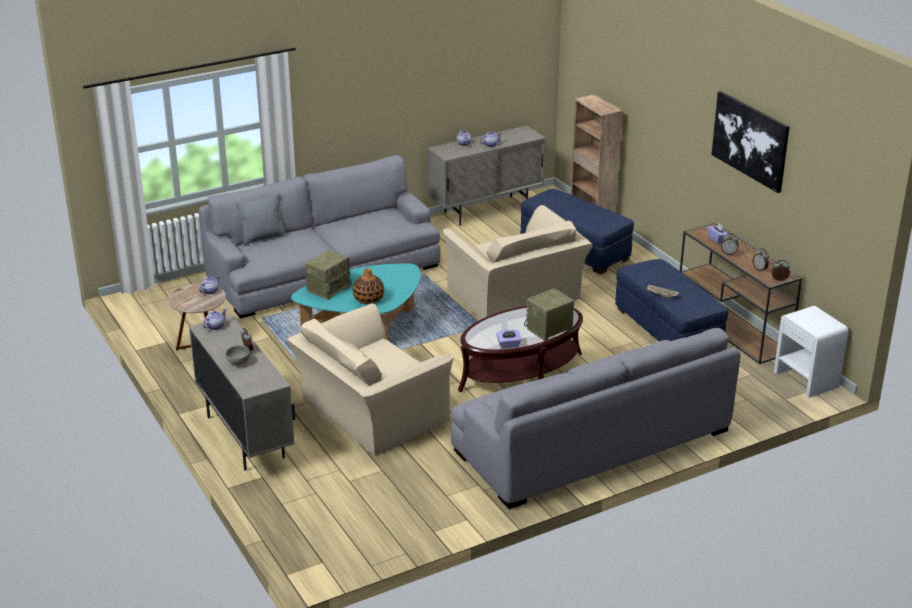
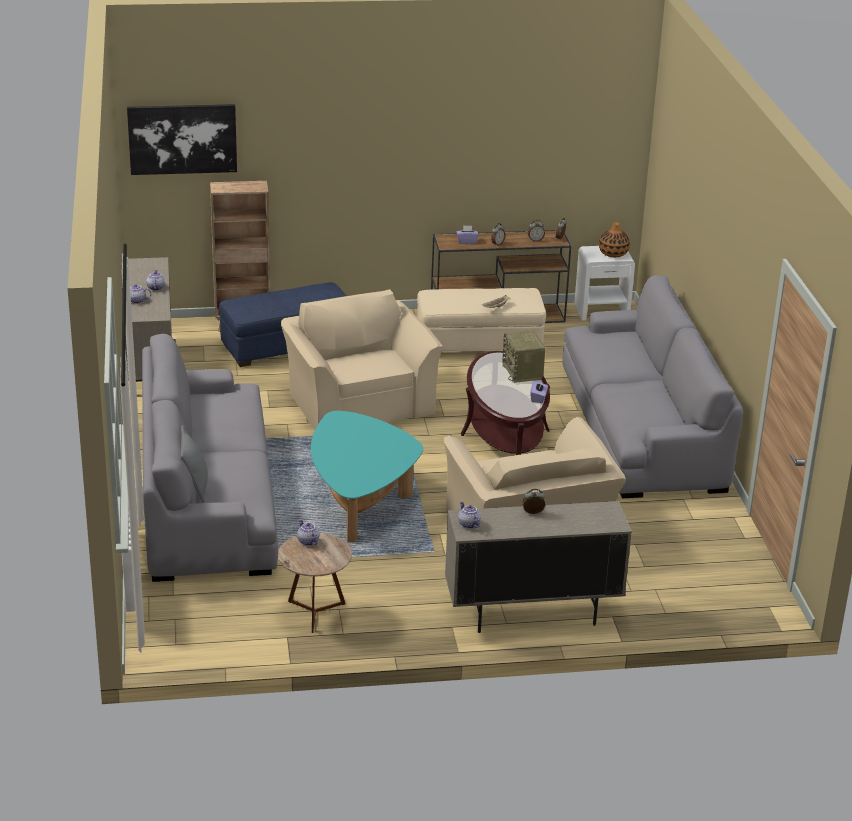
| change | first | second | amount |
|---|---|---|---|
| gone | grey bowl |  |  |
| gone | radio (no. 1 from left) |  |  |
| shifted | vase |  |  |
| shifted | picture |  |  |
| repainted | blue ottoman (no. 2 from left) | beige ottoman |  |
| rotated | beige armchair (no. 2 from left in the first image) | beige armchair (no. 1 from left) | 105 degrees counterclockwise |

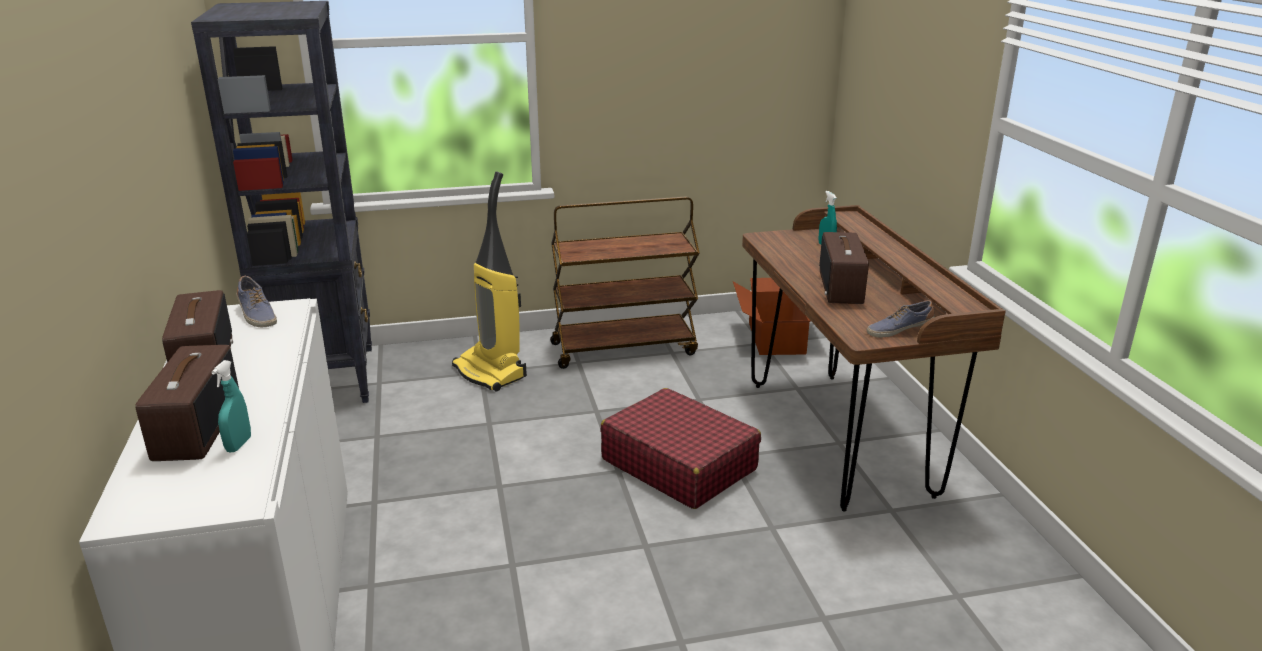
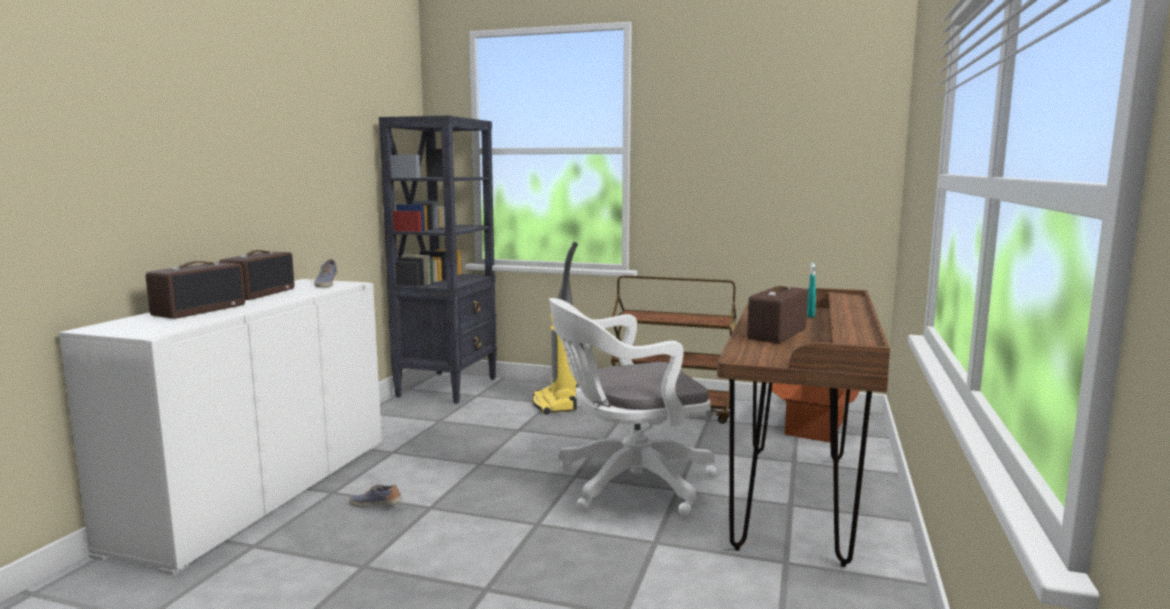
| change | first | second | amount |
|---|---|---|---|
| gone | turquoise spray bottle (no. 1 from left) |  |  |
| shifted | shoe (no. 2 from left) |  |  |
| swapped | red suitcase | white office chair |  |

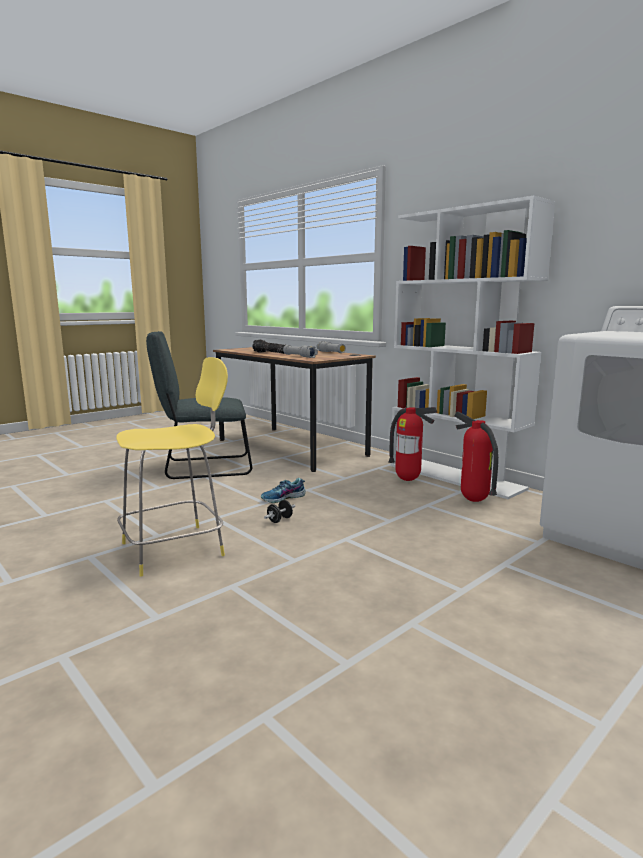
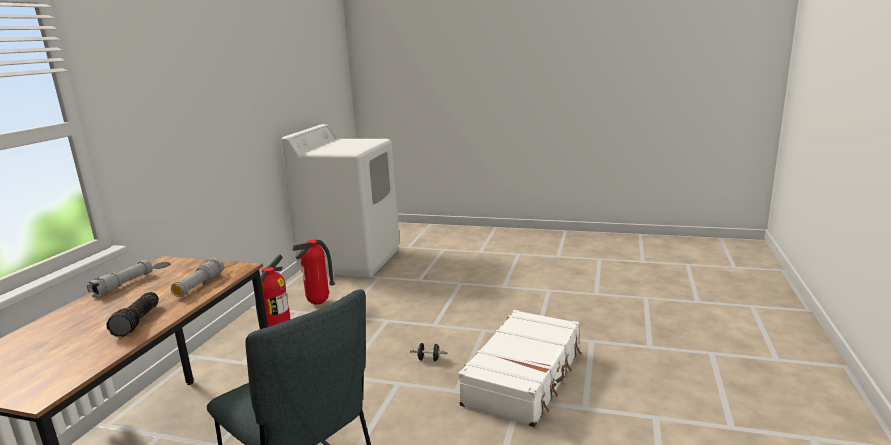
| change | first | second | amount |
|---|---|---|---|
| gone | shoe |  |  |
| gone | white bookcase |  |  |
| swapped | yellow stool | white suitcase |  |

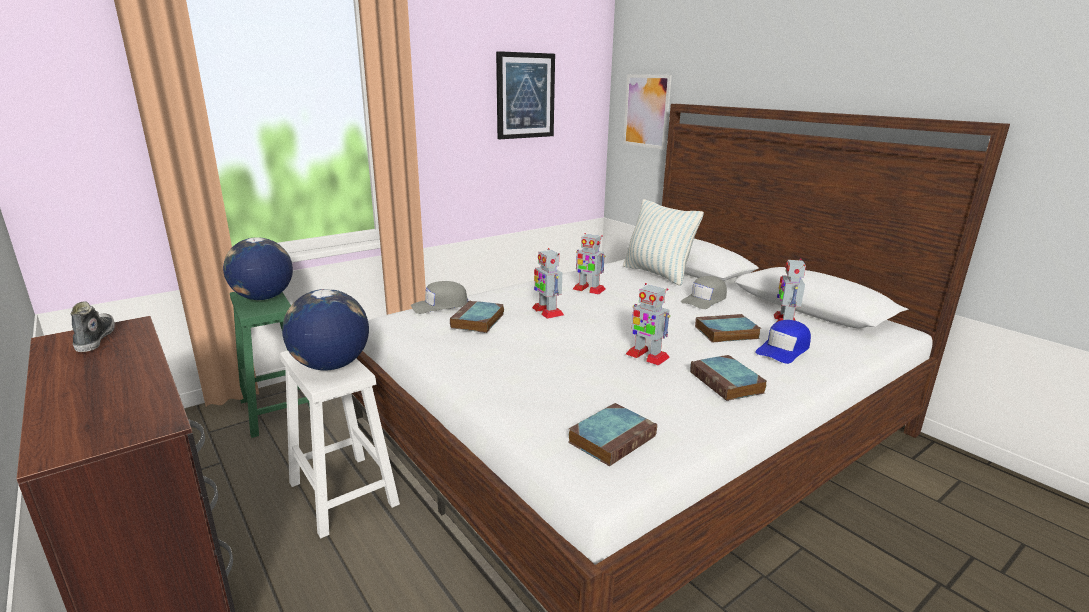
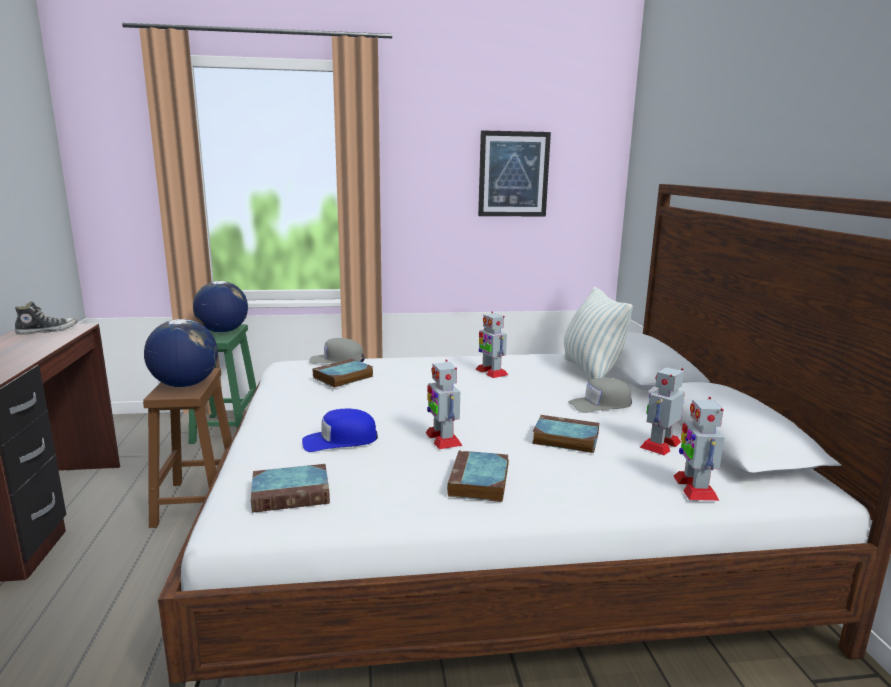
| change | first | second | amount |
|---|---|---|---|
| gone | picture (no. 2 from left) |  |  |
| shifted | toy robot (no. 1 from left in the first image) | toy robot (no. 4 from left) |  |
| shifted | blue cap |  |  |
| repainted | white stool | brown stool |  |
| rotated | shoe |  | 45 degrees clockwise |

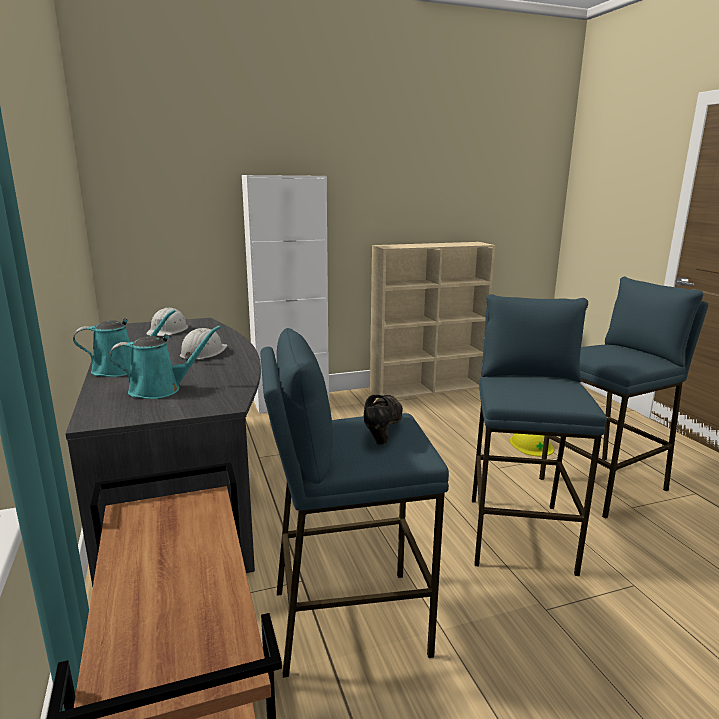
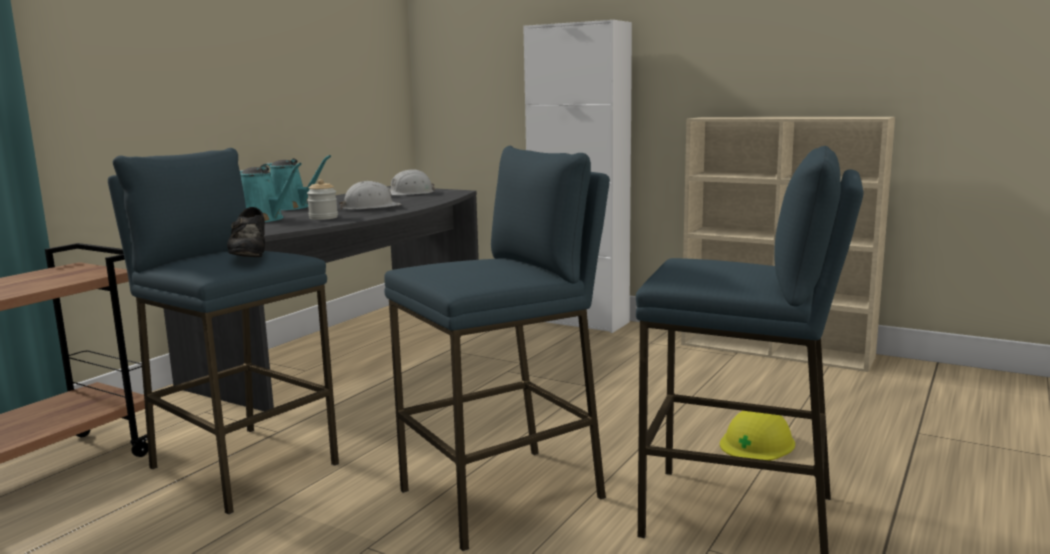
| change | first | second | amount |
|---|---|---|---|
| new |  | jar |  |
| rotated | black shoe |  | 105 degrees clockwise |

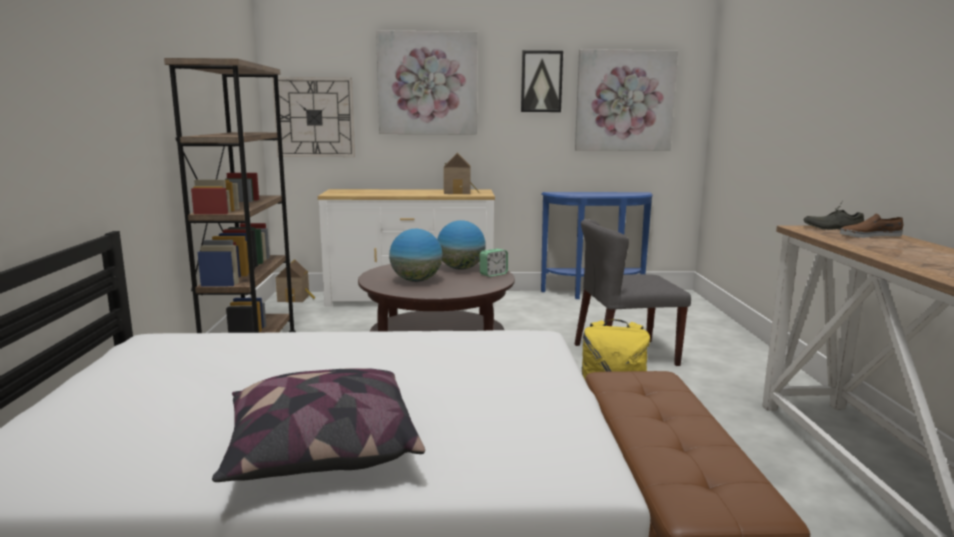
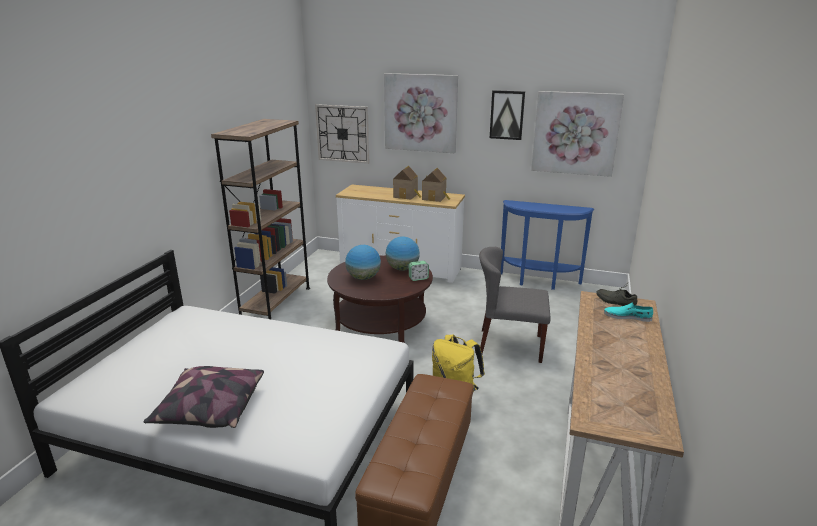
| change | first | second | amount |
|---|---|---|---|
| shifted | toy house (no. 1 from left) |  |  |
| repainted | brown shoe | turquoise shoe |  |

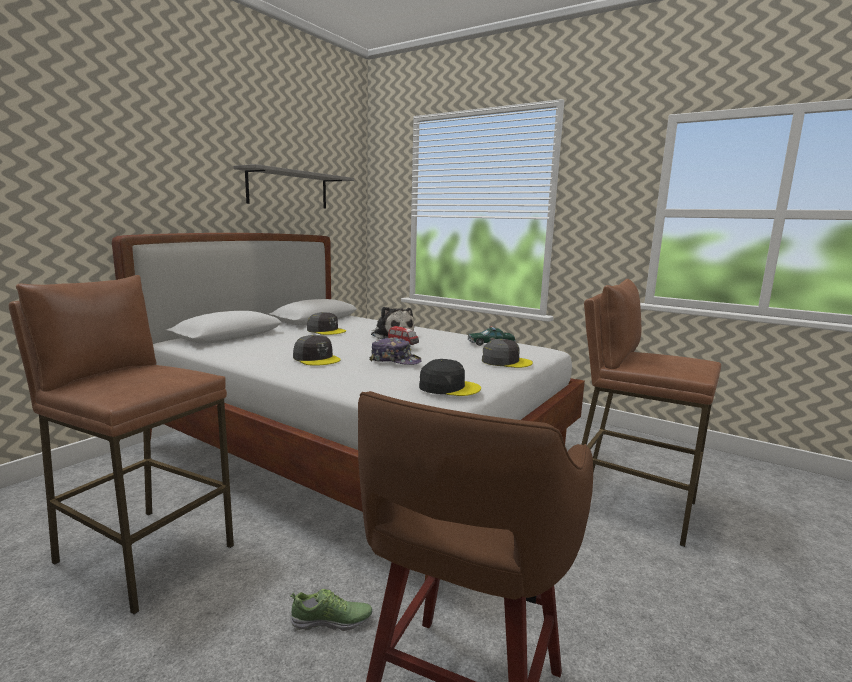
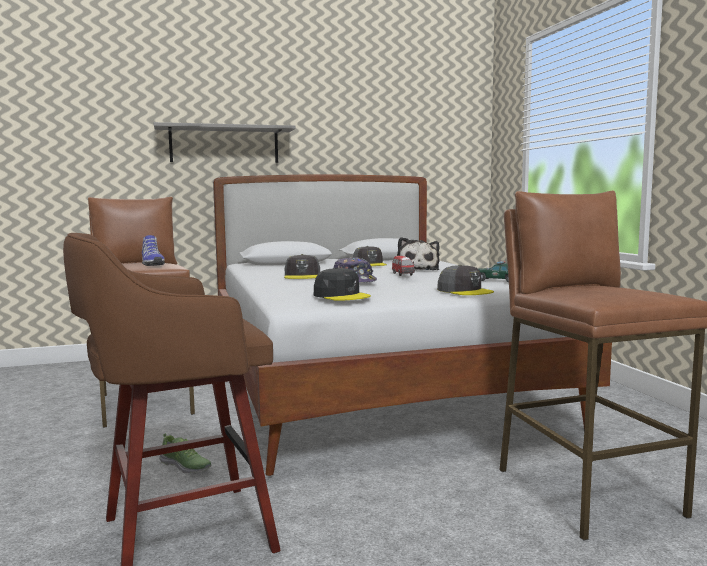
| change | first | second | amount |
|---|---|---|---|
| new |  | shoe (no. 1 from left) |  |
| shifted | grey shelf |  |  |

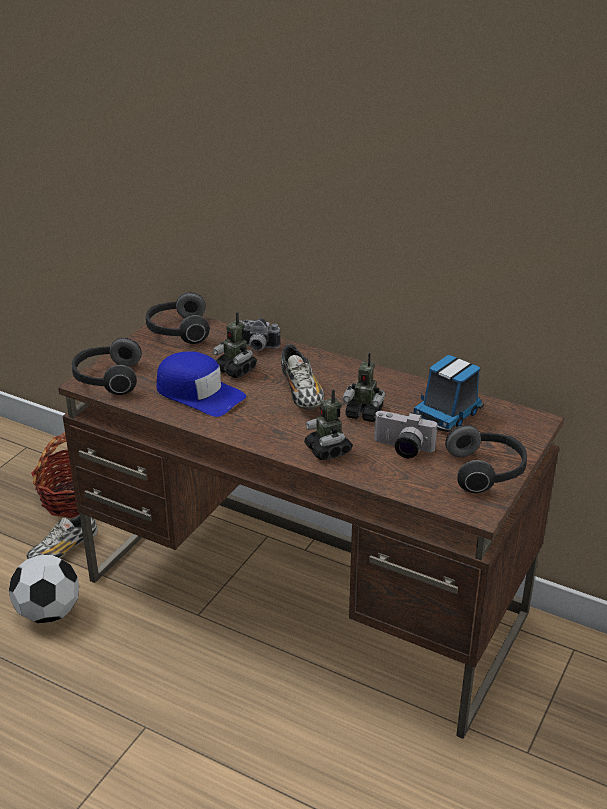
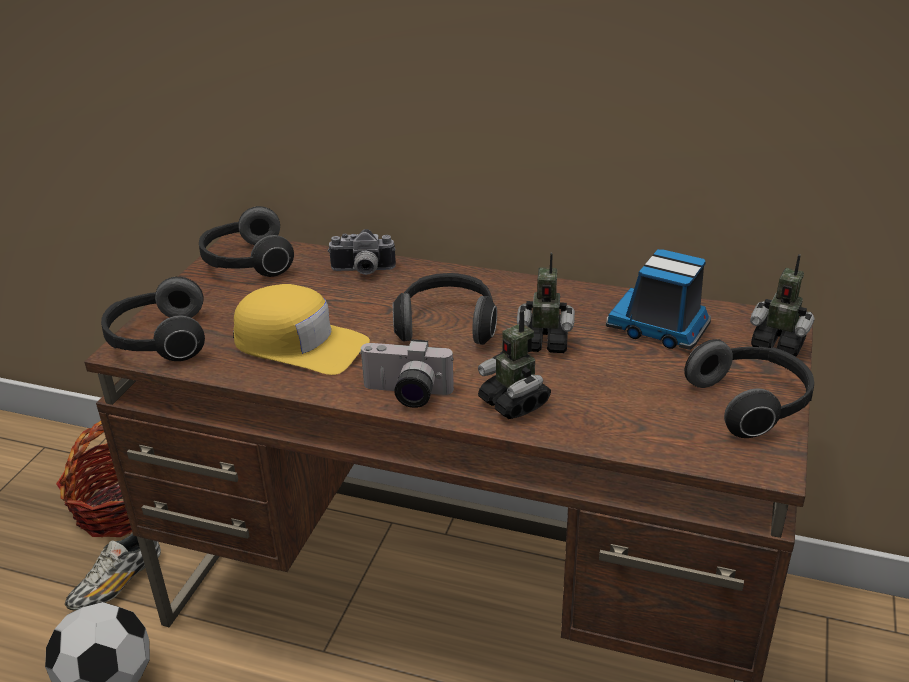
| change | first | second | amount |
|---|---|---|---|
| shifted | toy robot (no. 1 from left in the first image) | toy robot (no. 3 from left) |  |
| shifted | photo camera (no. 2 from left) |  |  |
| swapped | shoe (no. 2 from left) | headphones (no. 3 from left) |  |
| repainted | blue cap | yellow cap |  |
| rotated | toy truck |  | 90 degrees clockwise |

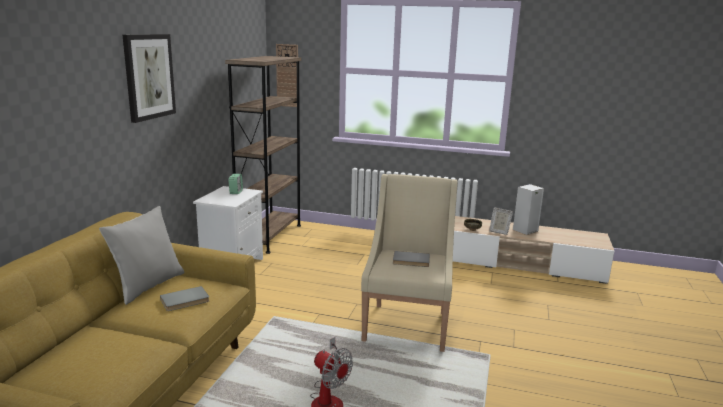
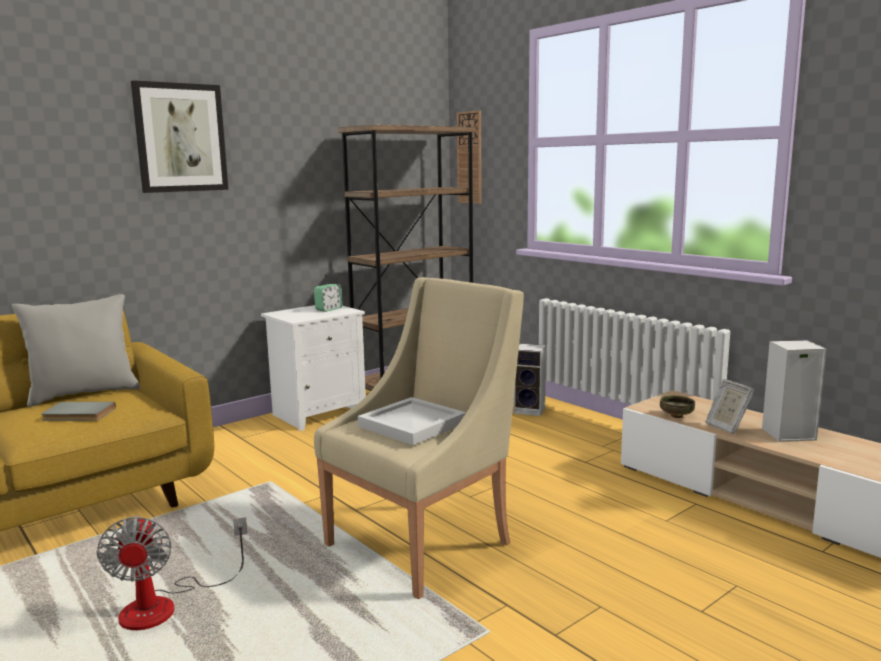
| change | first | second | amount |
|---|---|---|---|
| new |  | speaker (no. 1 from left) |  |
| swapped | grey book (no. 2 from left) | white tray |  |

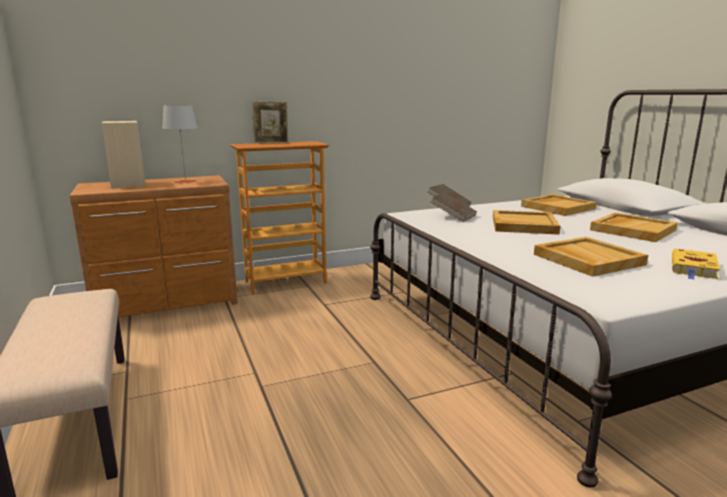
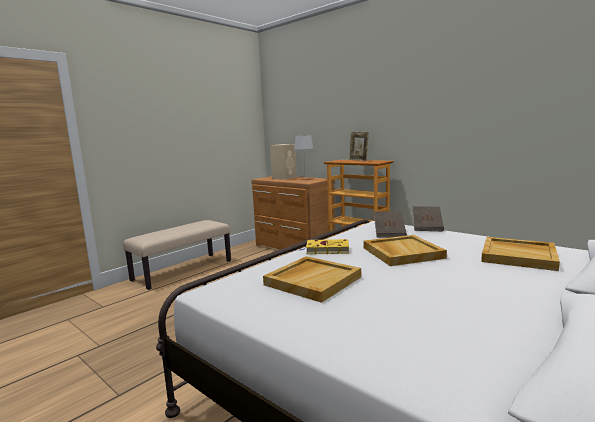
| change | first | second | amount |
|---|---|---|---|
| gone | beige tray (no. 4 from left) |  |  |
| shifted | yellow book |  |  |

